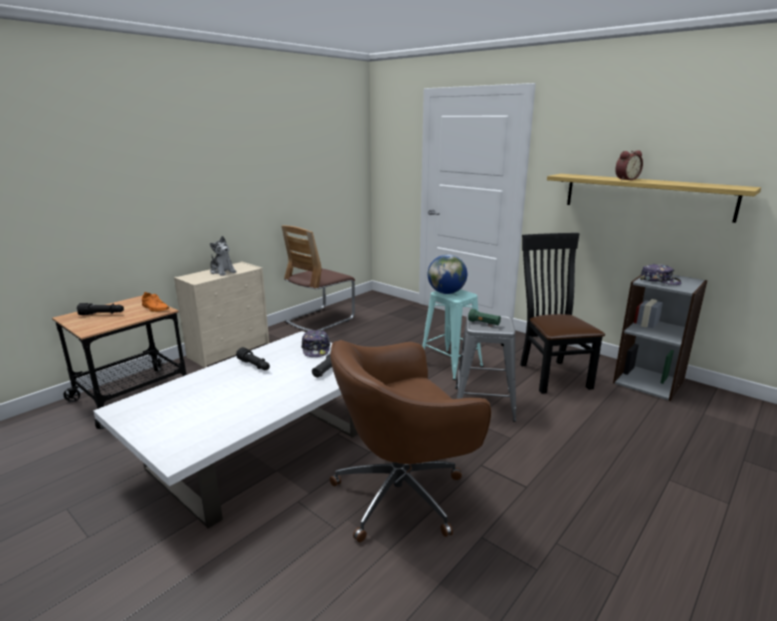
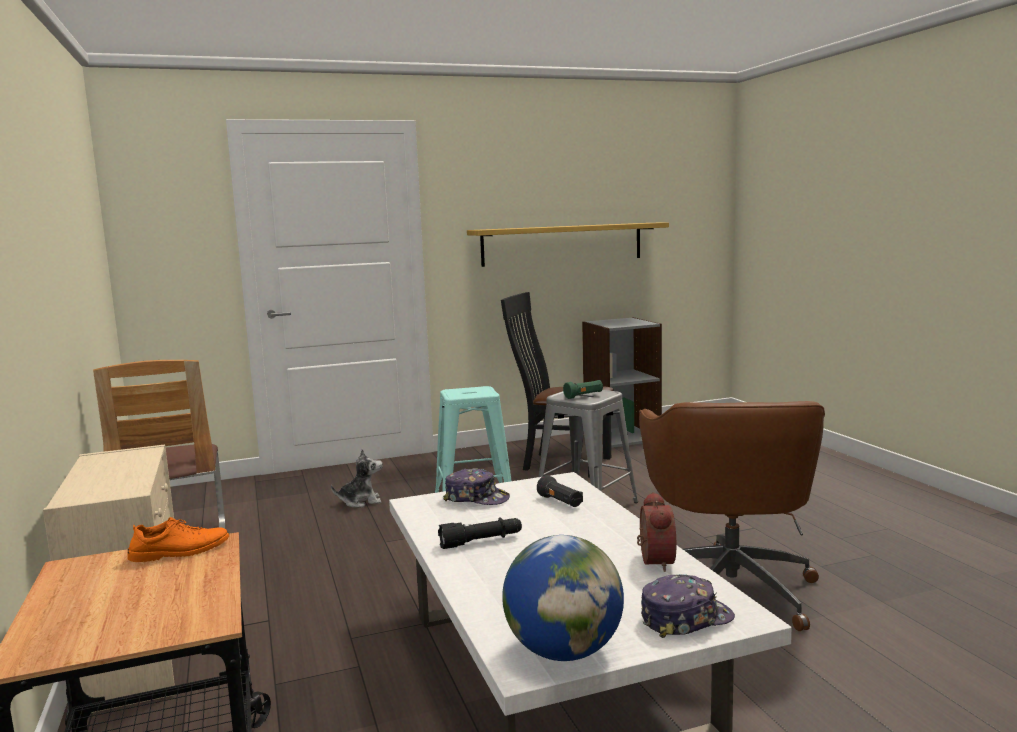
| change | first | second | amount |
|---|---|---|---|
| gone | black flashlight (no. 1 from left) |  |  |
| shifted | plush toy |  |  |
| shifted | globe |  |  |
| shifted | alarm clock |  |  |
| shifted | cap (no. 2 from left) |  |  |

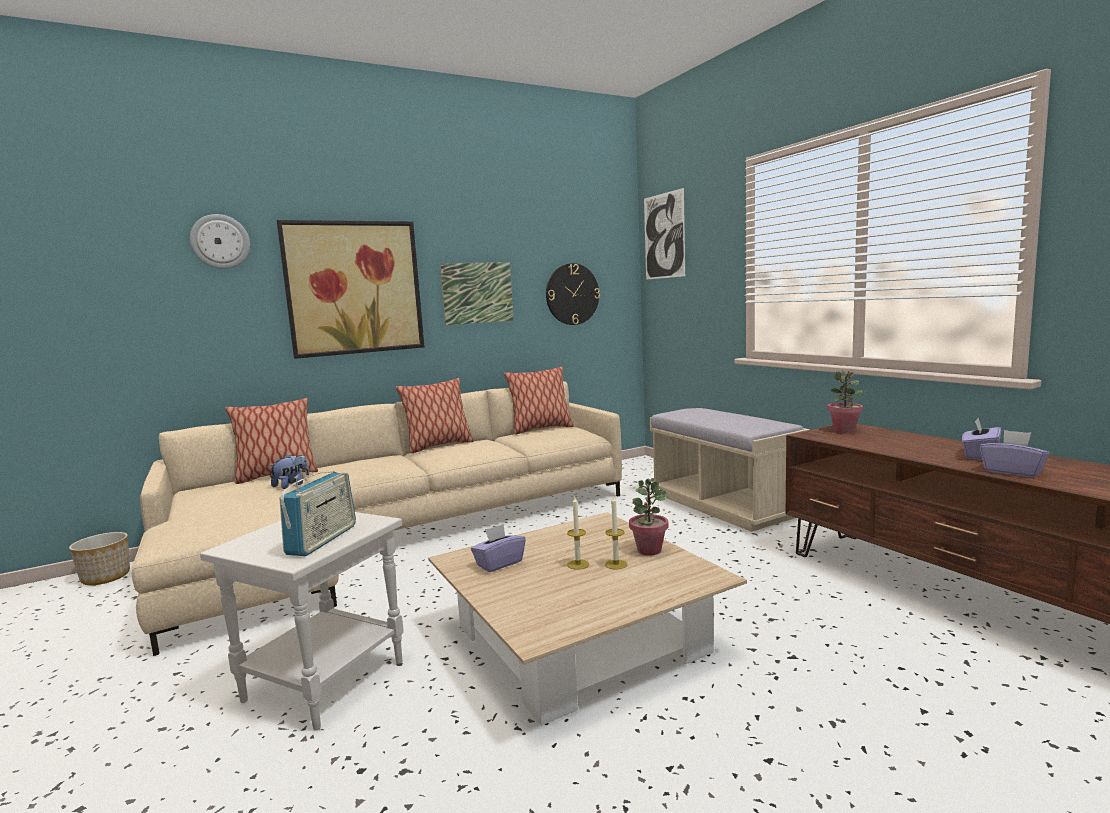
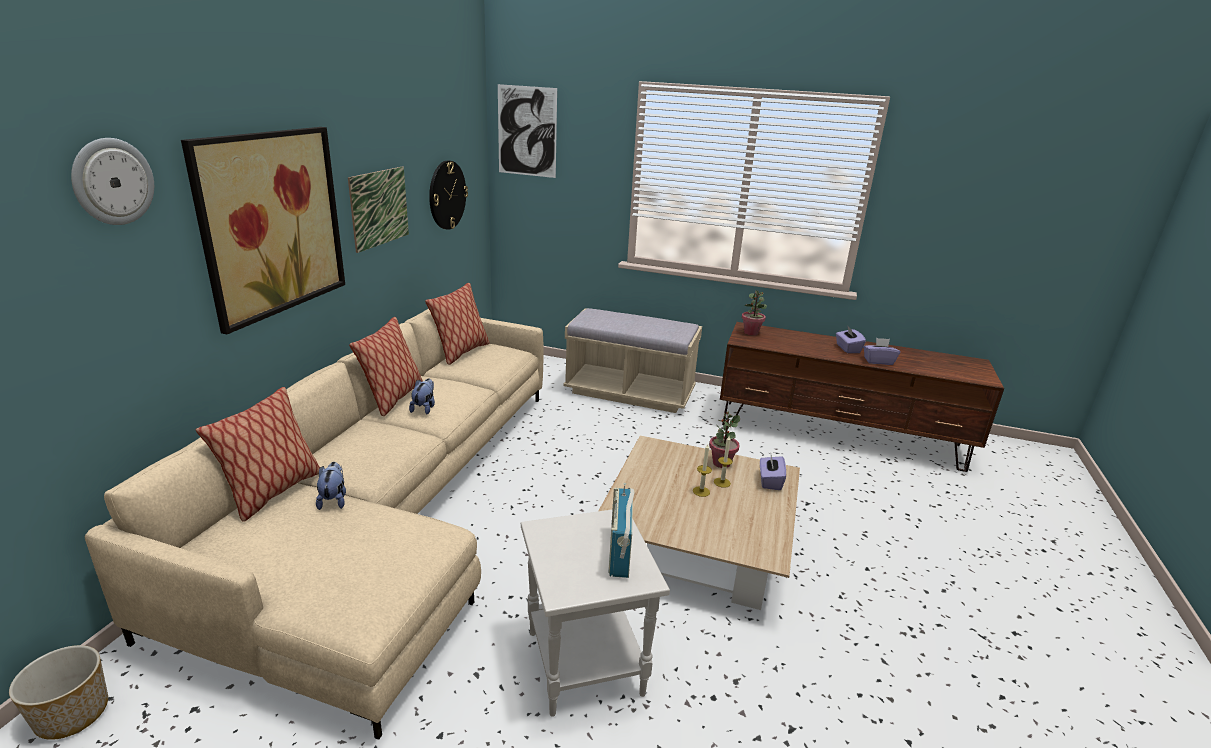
| change | first | second | amount |
|---|---|---|---|
| new |  | plush toy (no. 2 from left) |  |
| shifted | purple tissue box (no. 1 from left) |  |  |
| rotated | radio |  | 150 degrees counterclockwise |

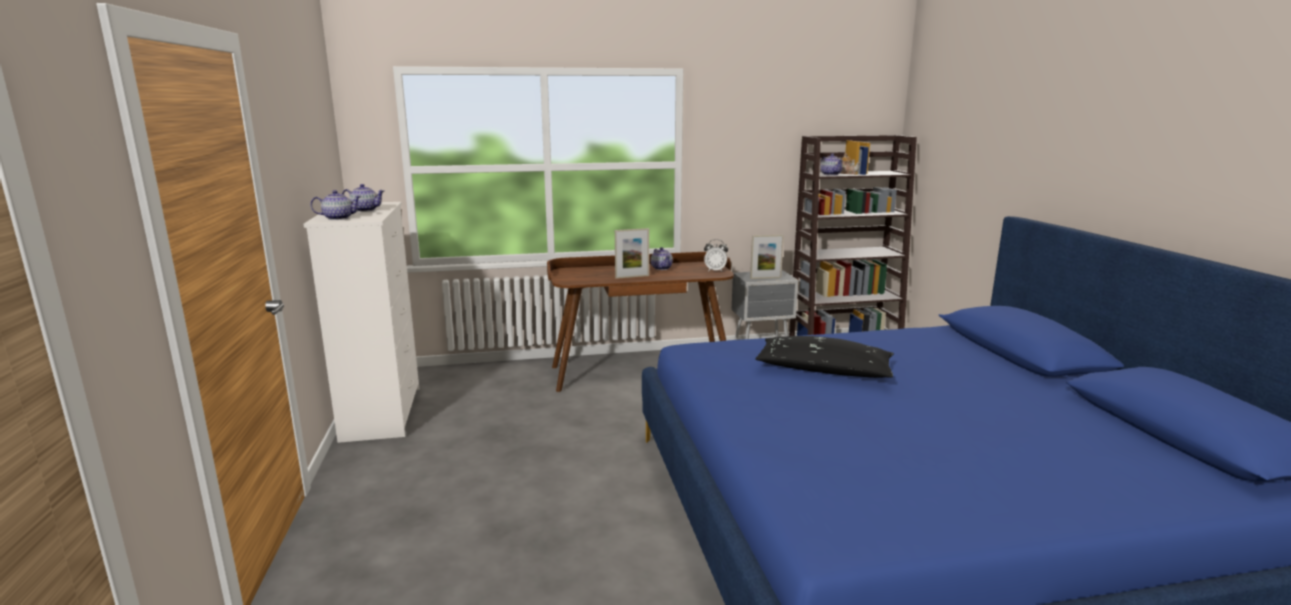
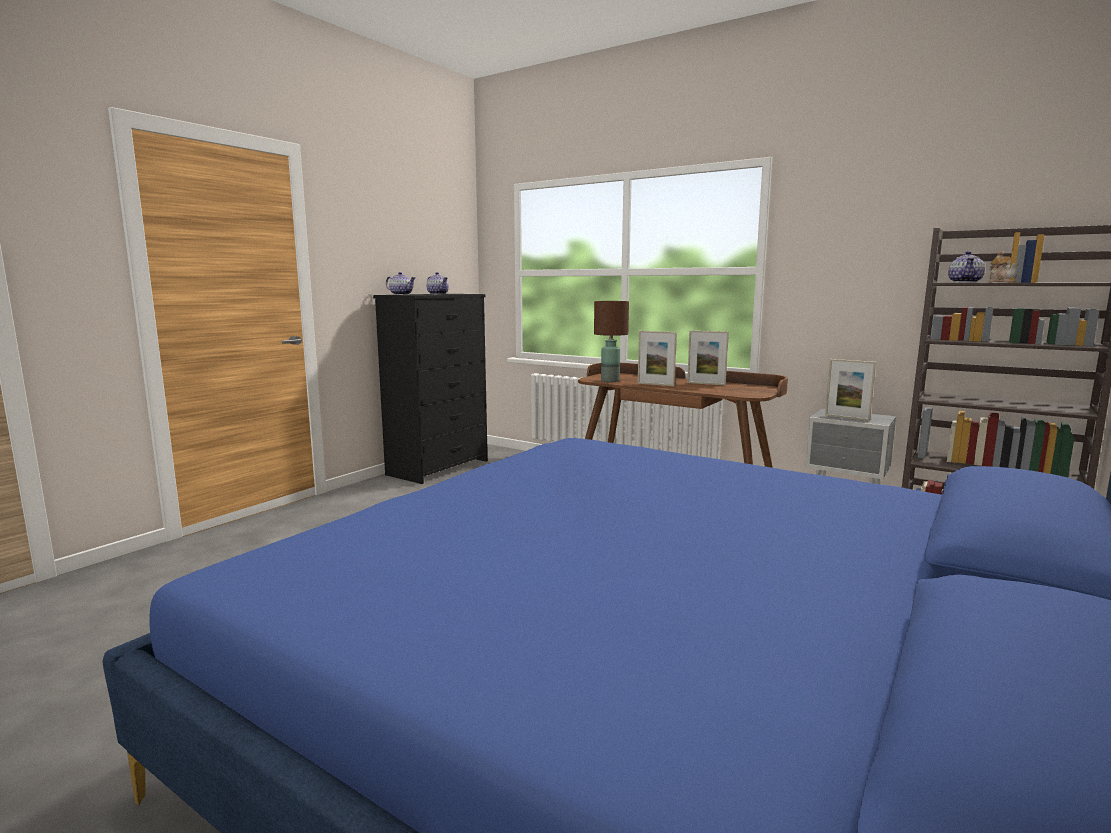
| change | first | second | amount |
|---|---|---|---|
| gone | alarm clock |  |  |
| gone | black pillow |  |  |
| new |  | brown table lamp |  |
| swapped | teapot (no. 3 from left) | picture frame (no. 2 from left) |  |
| repainted | white dresser | black dresser |  |

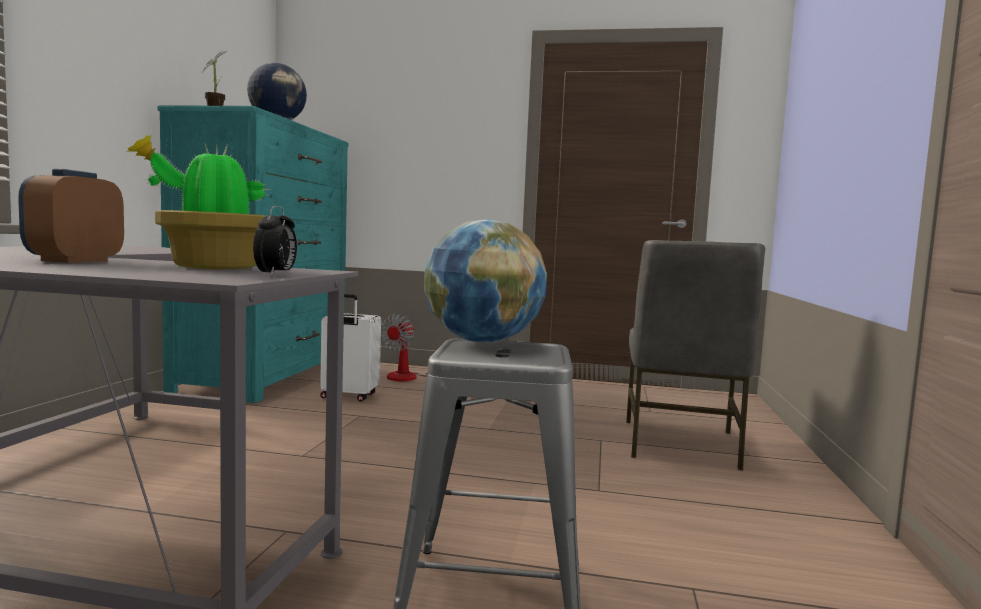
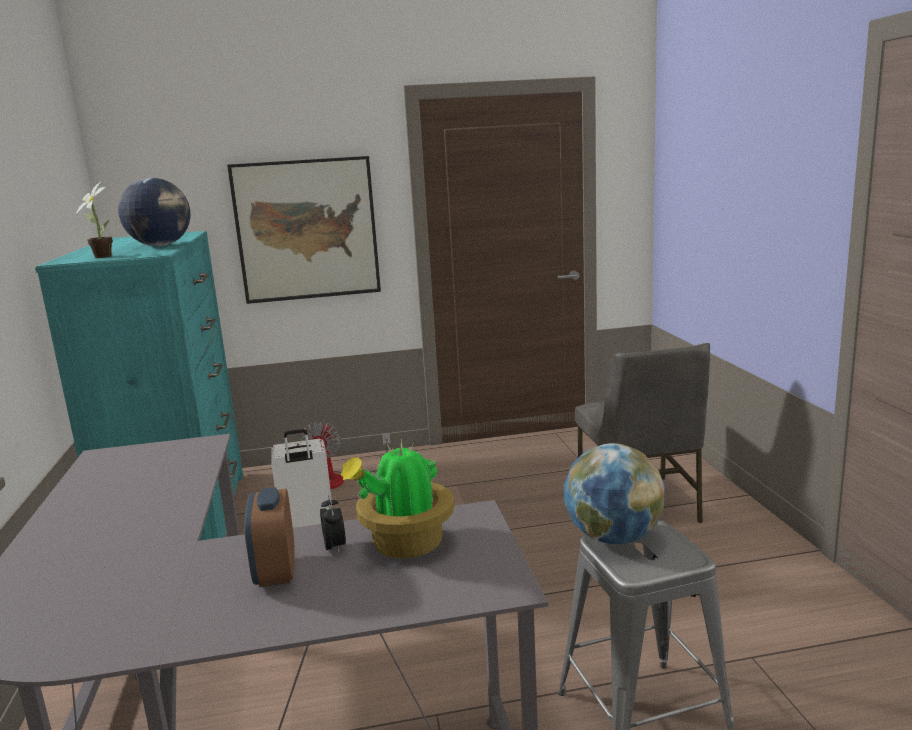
| change | first | second | amount |
|---|---|---|---|
| new |  | picture |  |
| shifted | alarm clock (no. 2 from left) |  |  |

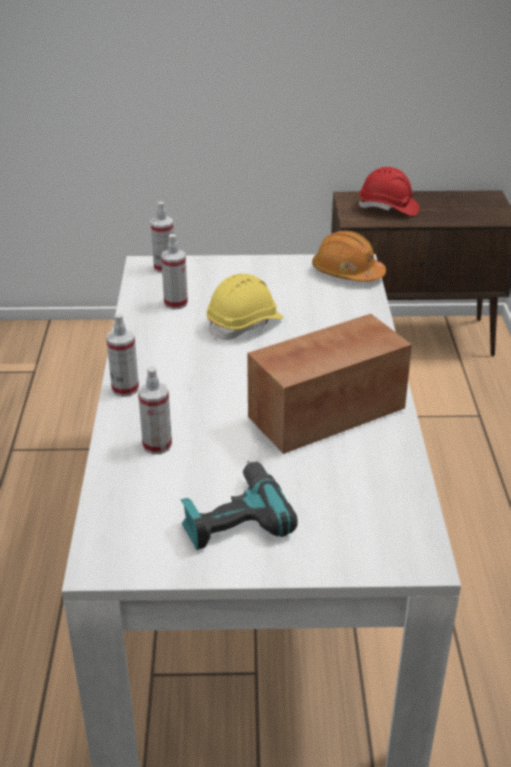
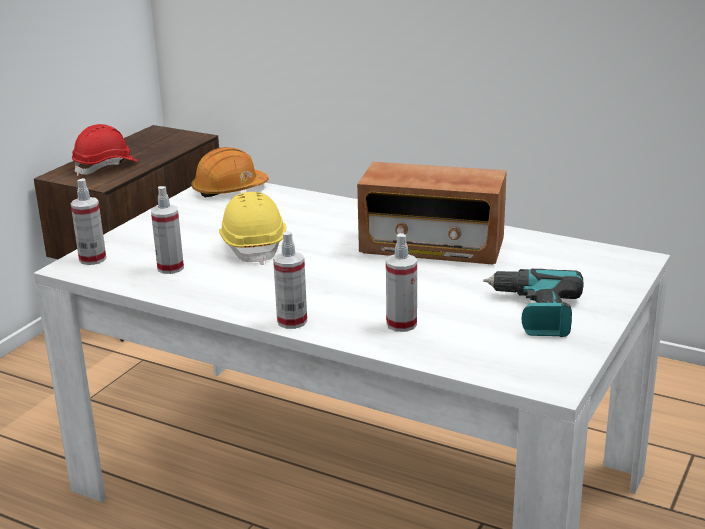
| change | first | second | amount |
|---|---|---|---|
| rotated | radio |  | 75 degrees counterclockwise |

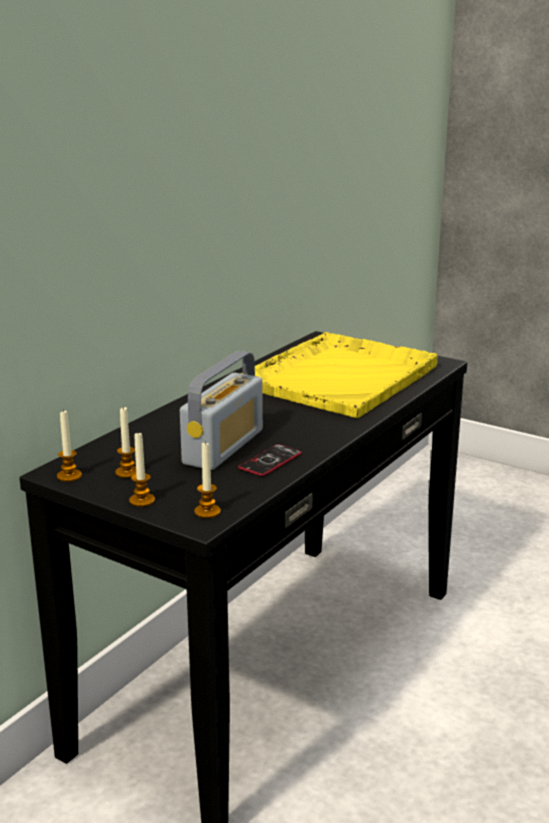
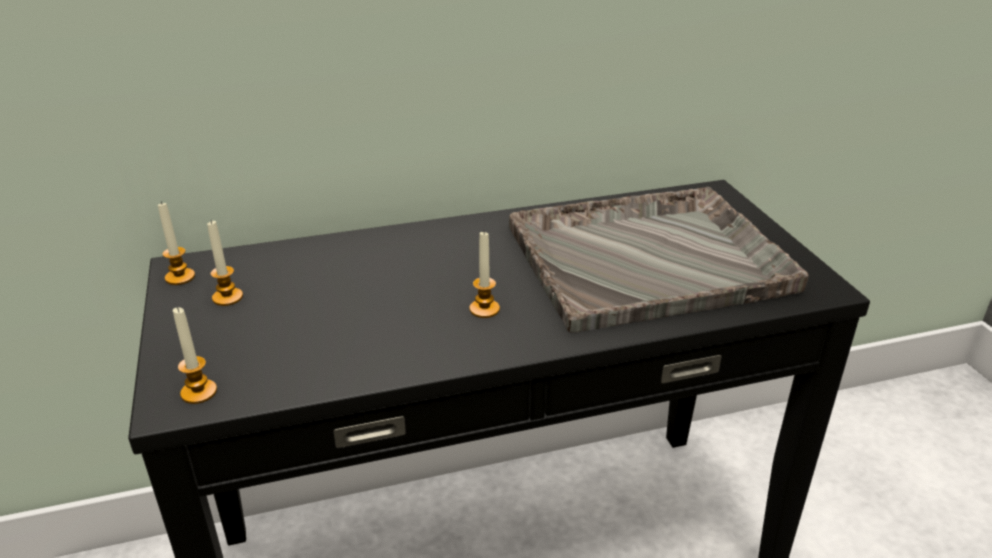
| change | first | second | amount |
|---|---|---|---|
| gone | radio |  |  |
| gone | phone |  |  |
| shifted | candle (no. 3 from left in the first image) | candle (no. 4 from left) |  |
| repainted | yellow tray | grey tray |  |

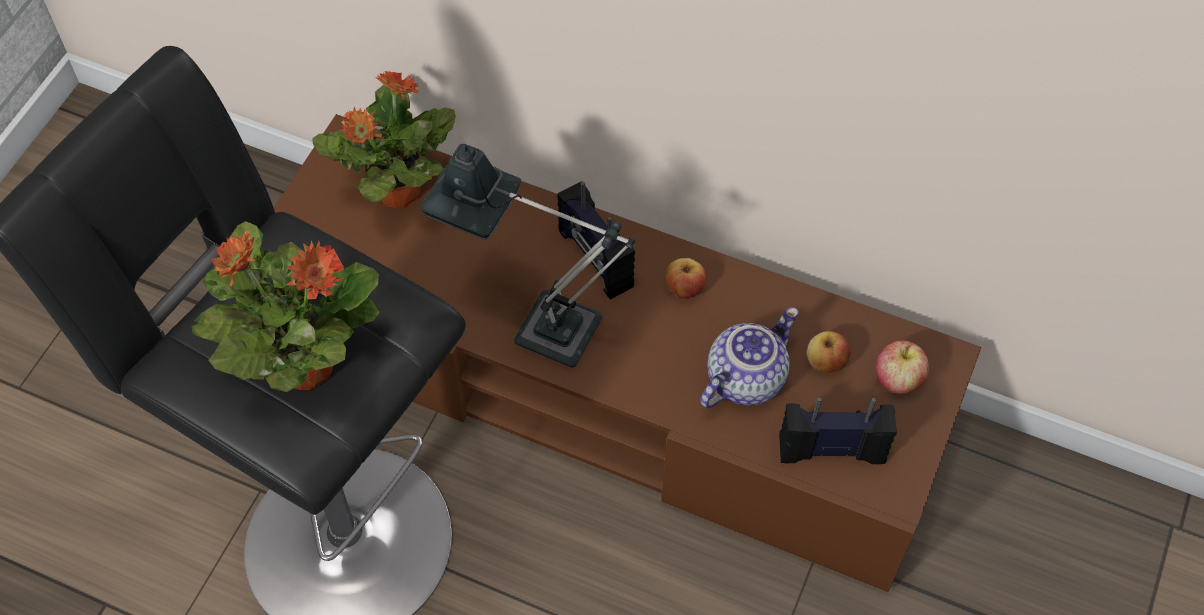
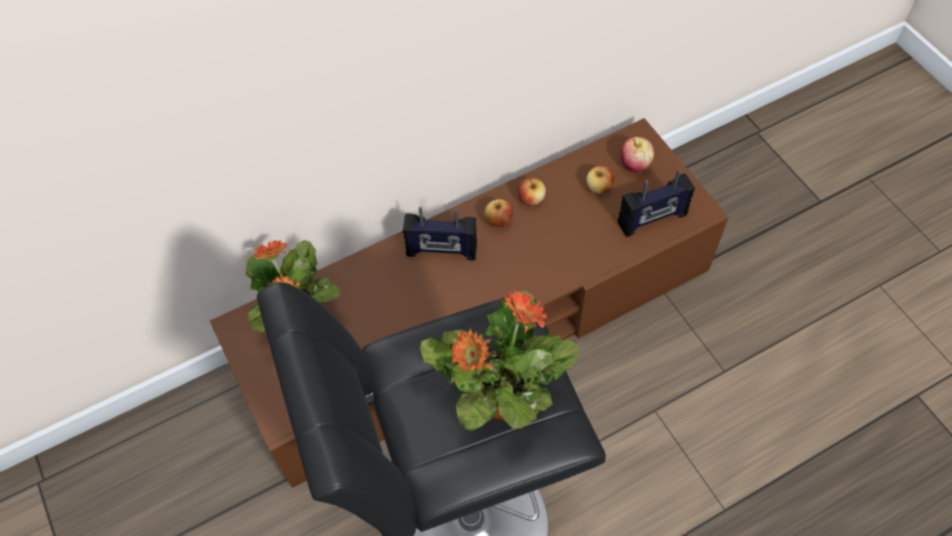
| change | first | second | amount |
|---|---|---|---|
| gone | table lamp |  |  |
| gone | teapot |  |  |
| new |  | apple (no. 2 from left) |  |
| rotated | radio (no. 2 from left) |  | 150 degrees counterclockwise |

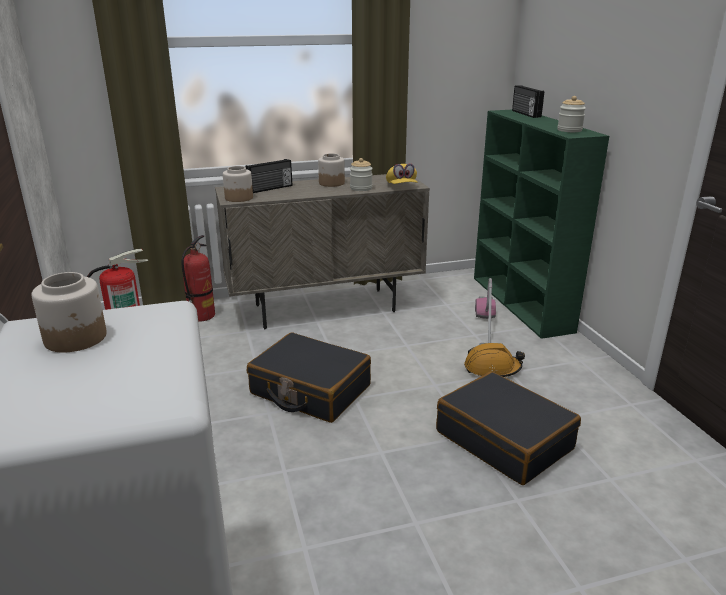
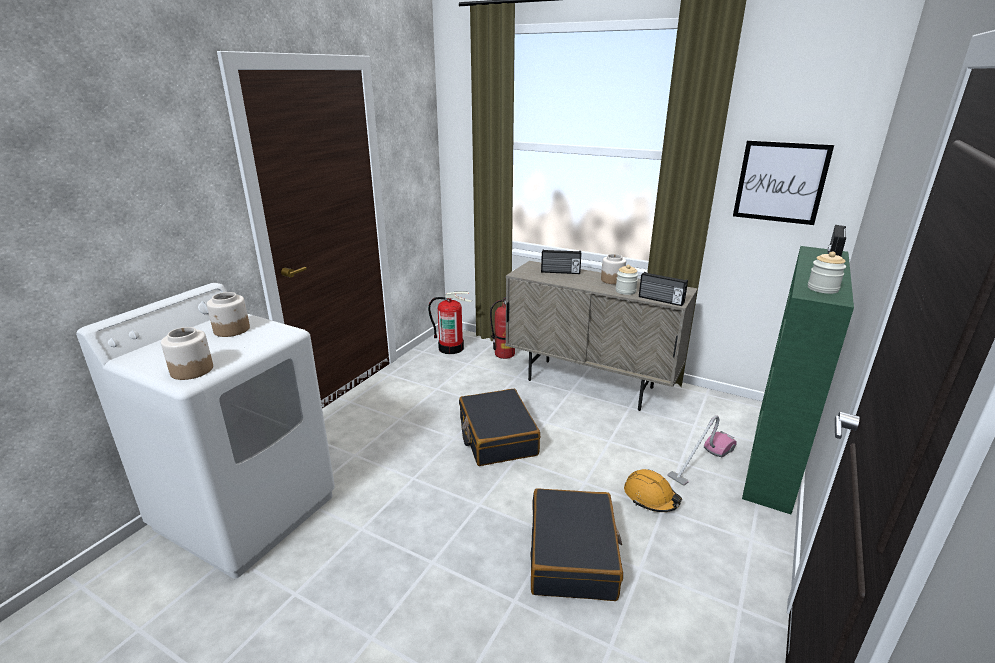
| change | first | second | amount |
|---|---|---|---|
| new |  | picture |  |
| shifted | jar (no. 2 from left in the first image) | jar (no. 1 from left) |  |
| swapped | yellow cap | radio (no. 2 from left) |  |

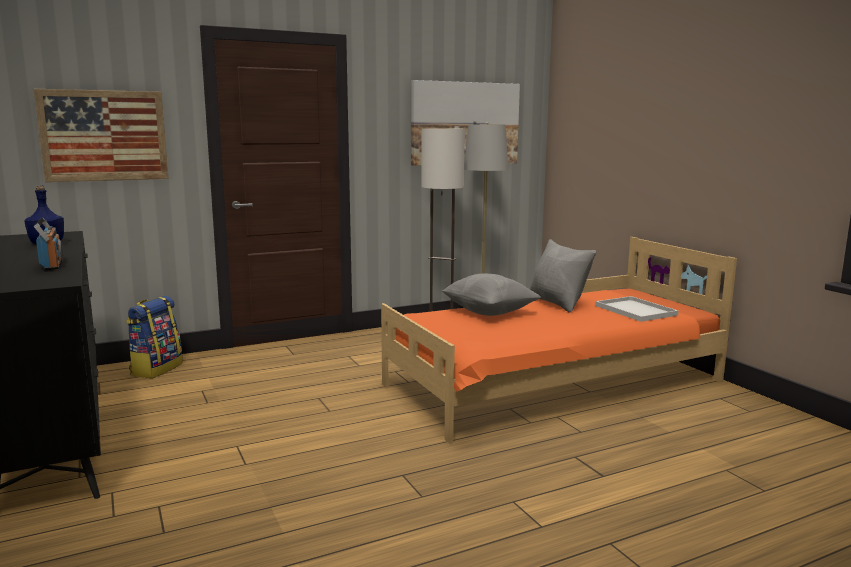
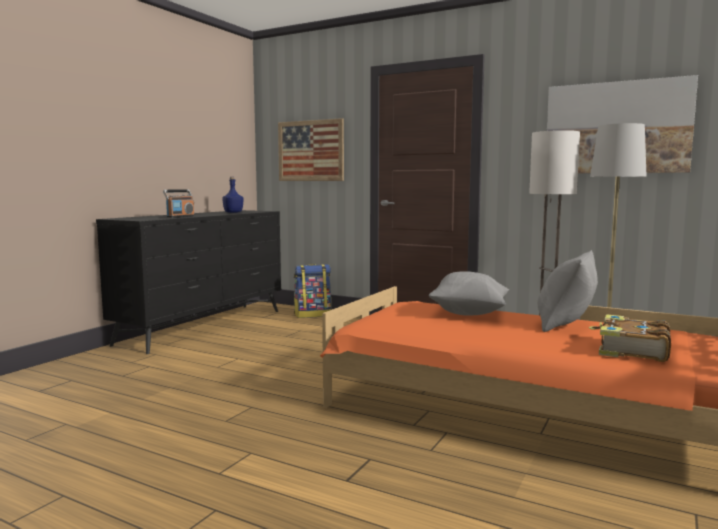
| change | first | second | amount |
|---|---|---|---|
| swapped | white tray | book |  |

